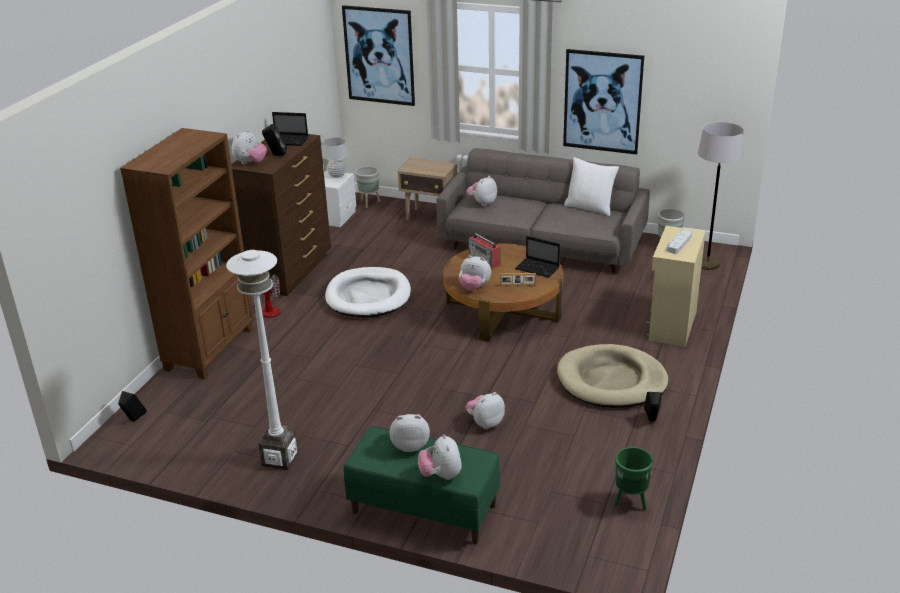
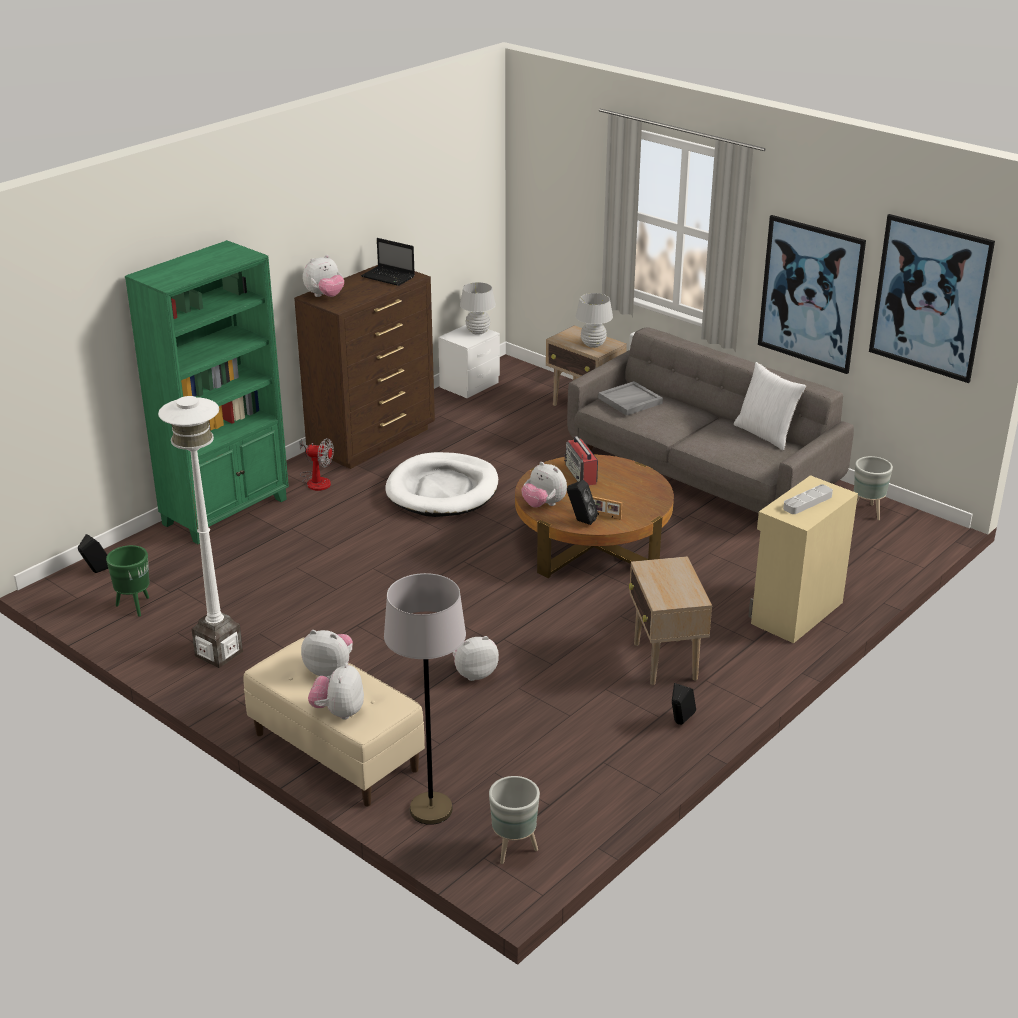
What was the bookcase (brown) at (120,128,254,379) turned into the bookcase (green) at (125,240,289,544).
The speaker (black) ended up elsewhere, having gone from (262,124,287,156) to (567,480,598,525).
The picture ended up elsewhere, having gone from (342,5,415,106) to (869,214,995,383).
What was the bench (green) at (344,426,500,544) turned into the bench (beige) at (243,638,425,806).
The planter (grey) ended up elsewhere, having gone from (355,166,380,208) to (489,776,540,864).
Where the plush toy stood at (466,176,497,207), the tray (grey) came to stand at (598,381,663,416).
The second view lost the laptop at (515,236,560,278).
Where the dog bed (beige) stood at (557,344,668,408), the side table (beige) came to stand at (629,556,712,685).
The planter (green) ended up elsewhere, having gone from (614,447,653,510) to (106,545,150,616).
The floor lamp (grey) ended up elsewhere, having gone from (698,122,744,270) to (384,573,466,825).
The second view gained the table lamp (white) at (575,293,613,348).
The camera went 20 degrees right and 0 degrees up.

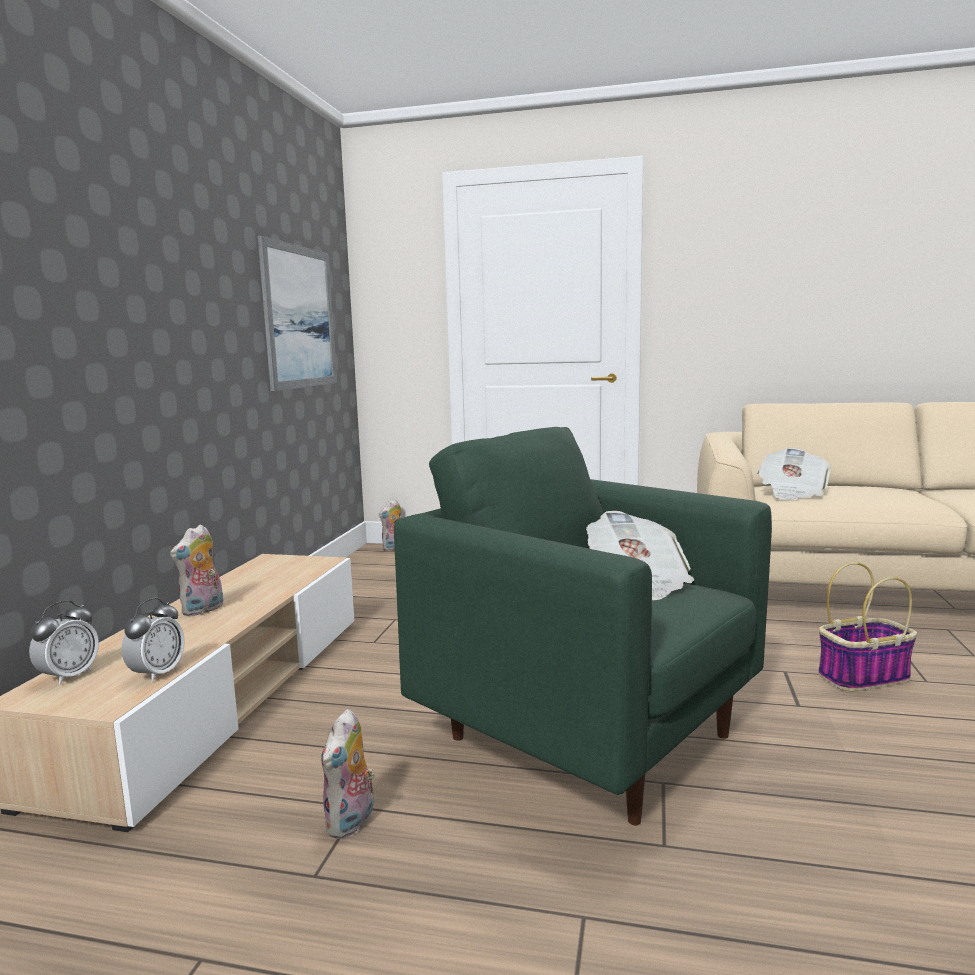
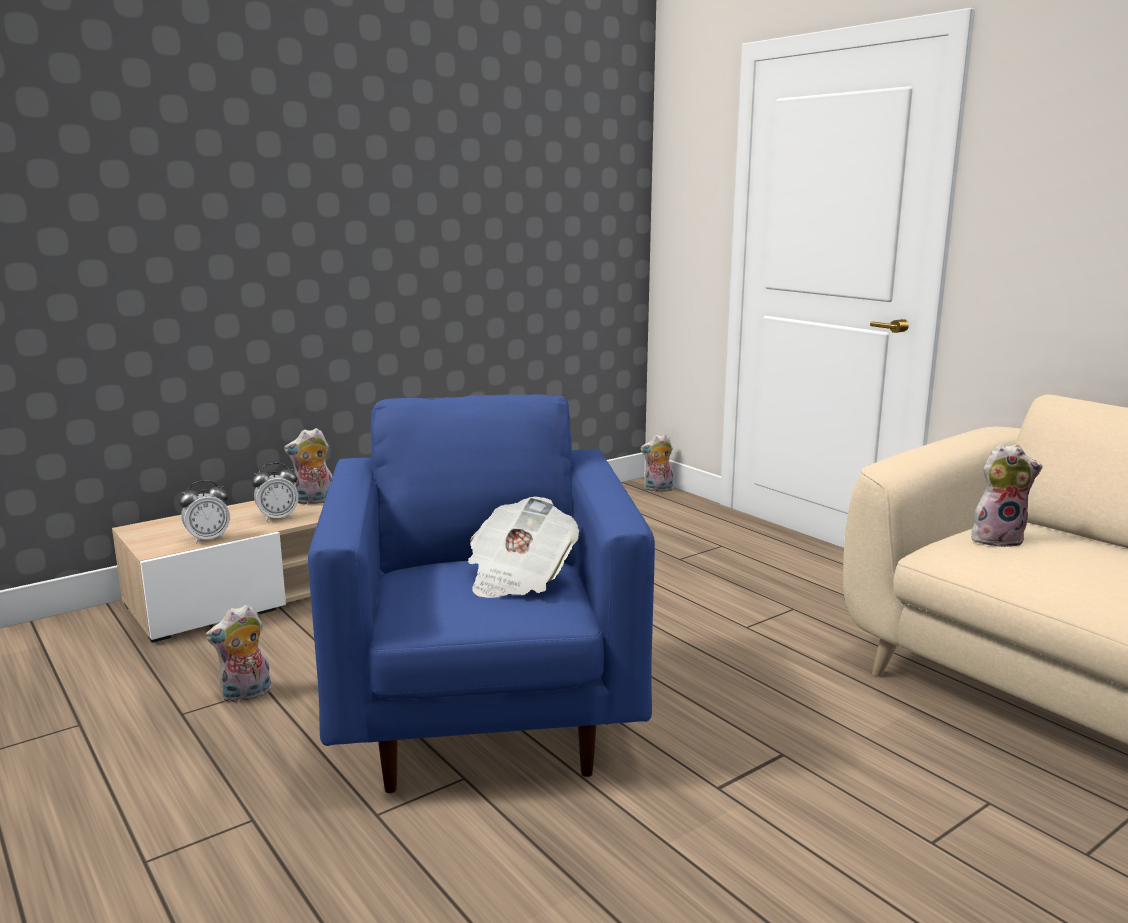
The alarm clock ended up elsewhere, having gone from (29,600,99,685) to (252,463,298,522).
The second view lost the picture at (258,236,337,391).
What was the armchair (green) at (394,427,772,825) turned into the armchair (blue) at (308,395,655,793).
Where the newspaper stood at (757,448,831,500), the plush toy came to stand at (971,444,1043,547).
The second view lost the basket at (818,562,917,691).
The camera went 40 degrees right and 5 degrees up.

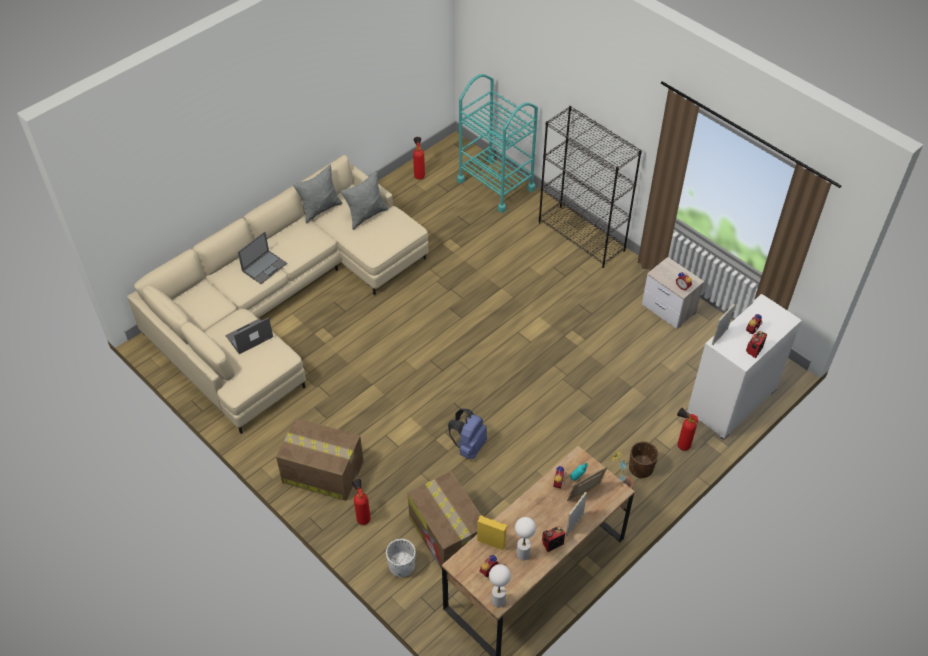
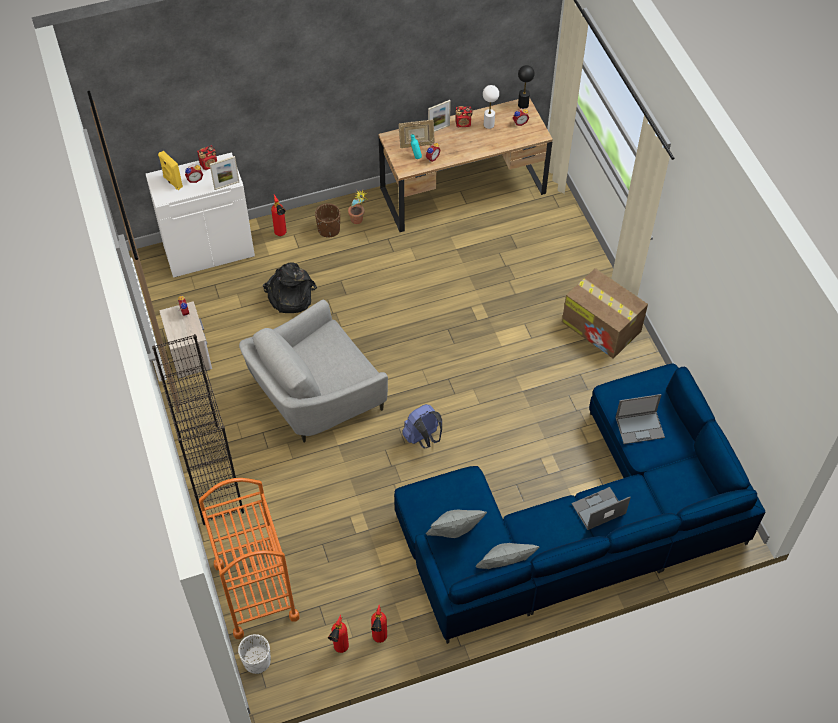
What was the sofa (beige) at (127,155,429,434) turned into the sofa (blue) at (394,363,765,644).
The fire extinguisher ended up elsewhere, having gone from (352,479,371,525) to (371,604,387,643).
The planter (white) ended up elsewhere, having gone from (386,539,416,577) to (238,634,271,674).
The second view lost the cardboard box at (408,471,482,569).
The backpack (blue) ended up elsewhere, having gone from (448,409,487,459) to (402,404,442,448).
What was the cart (turquoise) at (457,74,538,213) turned into the cart (orange) at (199,478,300,639).
The speaker (yellow) ended up elsewhere, having gone from (477,515,507,550) to (158,151,183,190).
What was the table lamp (white) at (489,564,511,607) turned into the table lamp (black) at (518,65,535,109).
The second view gained the armchair (grey) at (239,300,388,442).
The second view gained the backpack (black) at (263,263,317,313).
The camera went 155 degrees left and 5 degrees up.

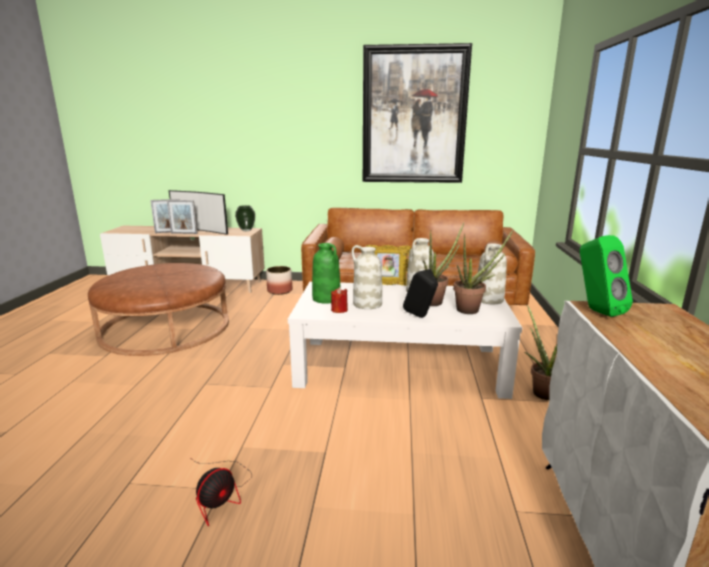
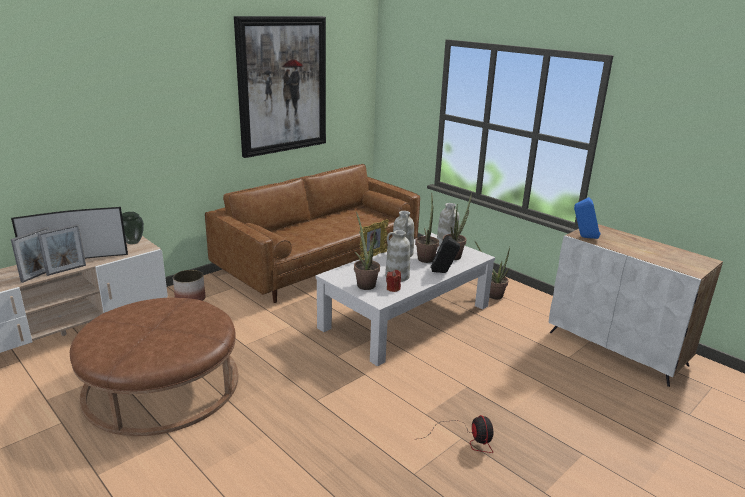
Where the vase (green) stood at (312,243,341,304), the potted plant came to stand at (354,212,380,290).
What was the speaker (green) at (580,235,633,317) turned into the speaker (blue) at (574,197,601,239).
The camera went 50 degrees left and 5 degrees up.

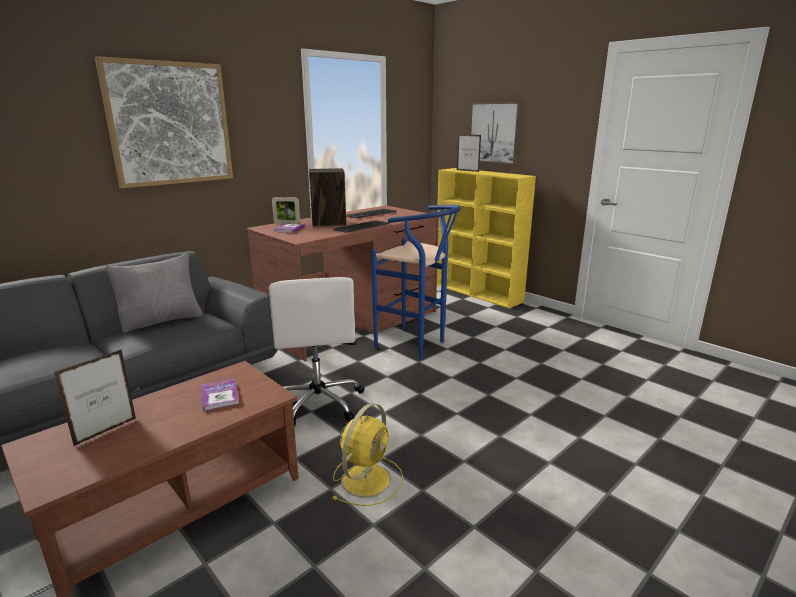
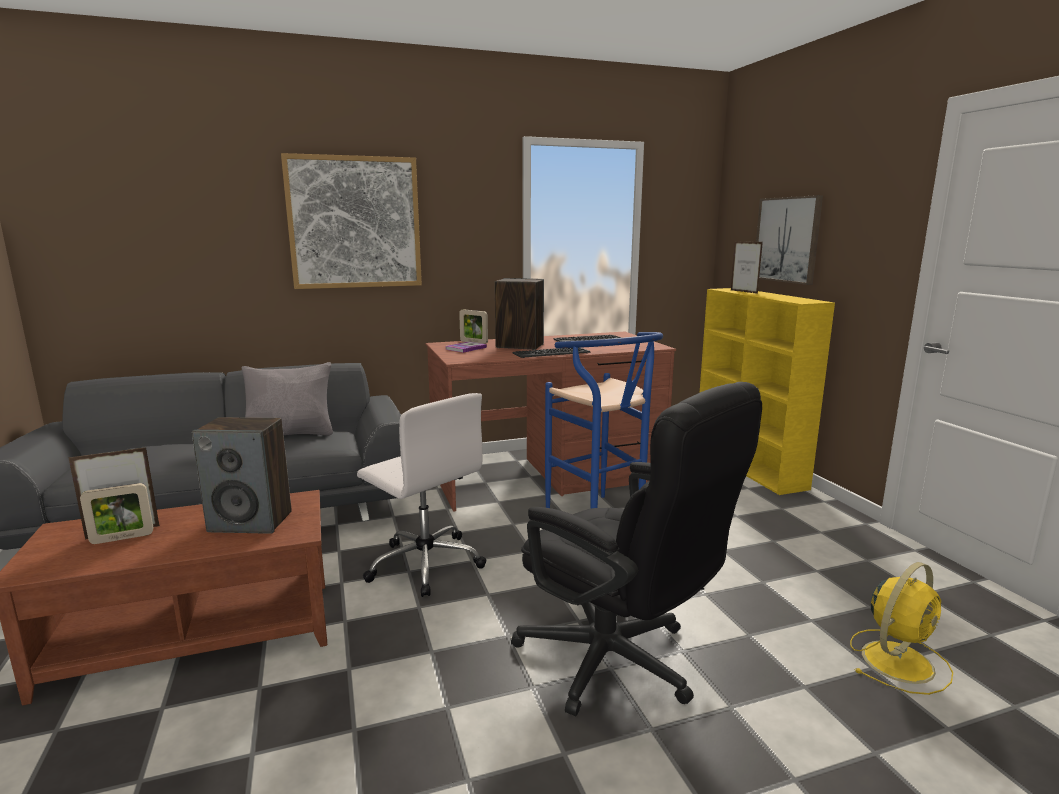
Where the book stood at (201,379,239,411), the speaker came to stand at (192,417,292,534).
The office chair (white) at (269,277,364,427) ended up facing another way, 60 degrees counterclockwise from before.
The fan (yellow) ended up elsewhere, having gone from (333,403,403,506) to (850,562,953,695).
The second view gained the picture frame at (80,483,153,544).
The second view gained the office chair (black) at (511,382,762,716).
The camera went 25 degrees right and 5 degrees down.

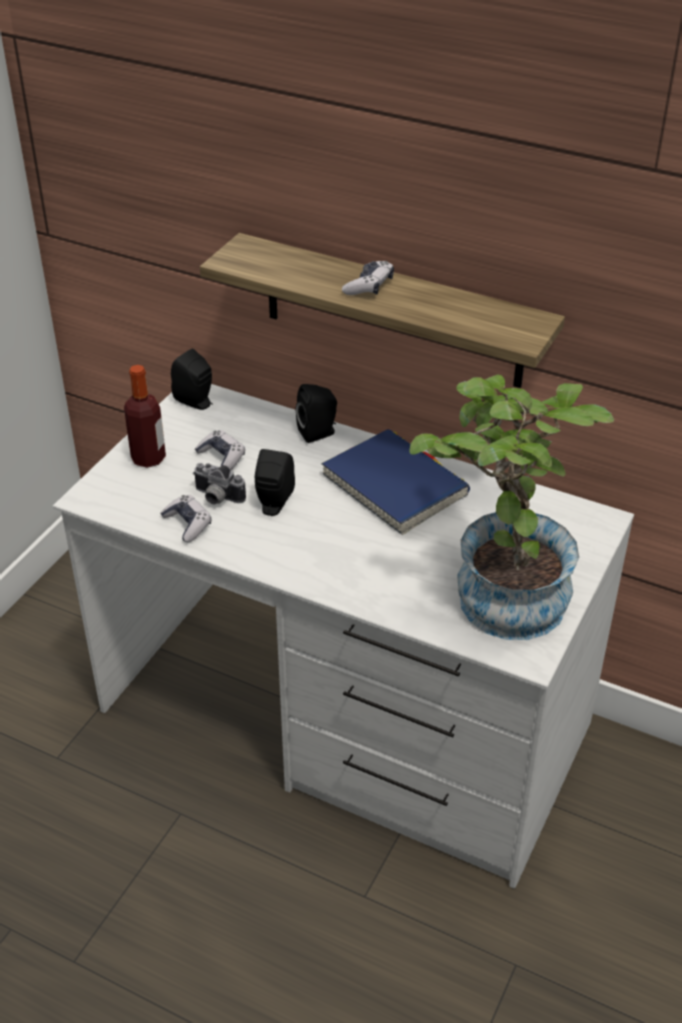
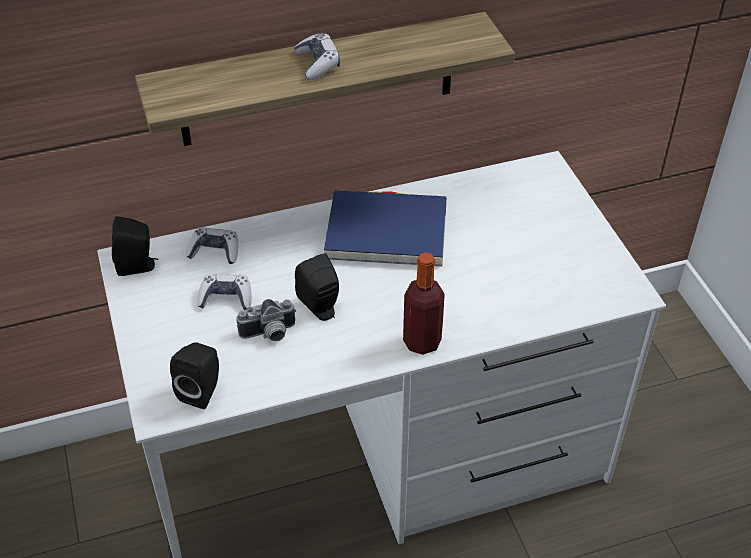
The bottle ended up elsewhere, having gone from (124,365,166,468) to (403,252,445,355).
The game controller ended up elsewhere, having gone from (161,495,211,542) to (186,227,238,264).
The speaker (black) ended up elsewhere, having gone from (296,384,337,443) to (170,342,219,409).
The second view lost the potted plant at (409,374,614,640).
The camera went 45 degrees left and 5 degrees up.

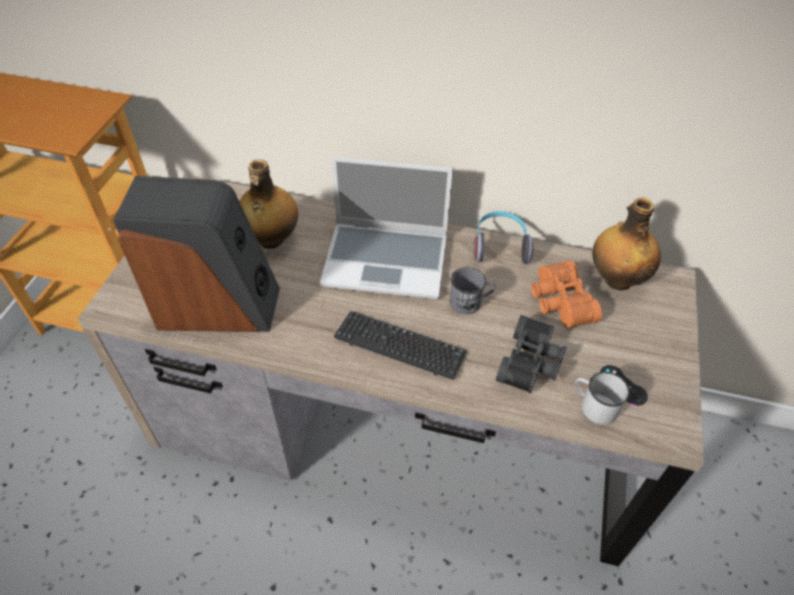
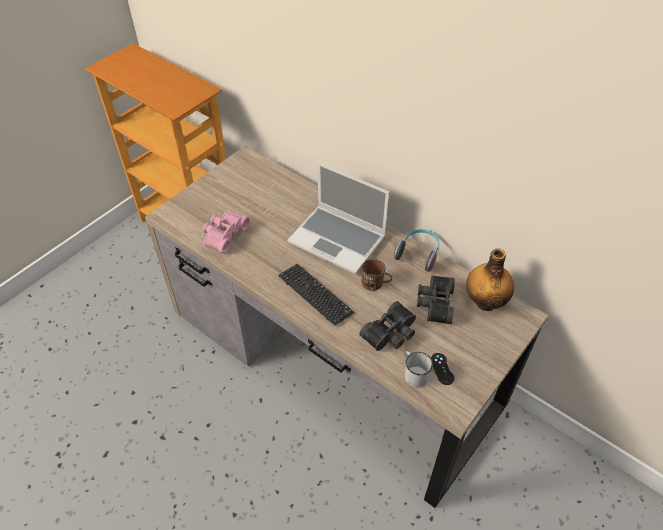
Where the speaker stood at (113,176,280,332), the binoculars (pink) came to stand at (203,210,250,254).
The second view lost the bottle at (239,159,298,249).
What was the mug (grey) at (450,267,496,314) turned into the mug (brown) at (361,259,392,291).
What was the binoculars (orange) at (531,260,602,329) turned into the binoculars (black) at (417,275,455,324).
The camera went 25 degrees right and 0 degrees up.

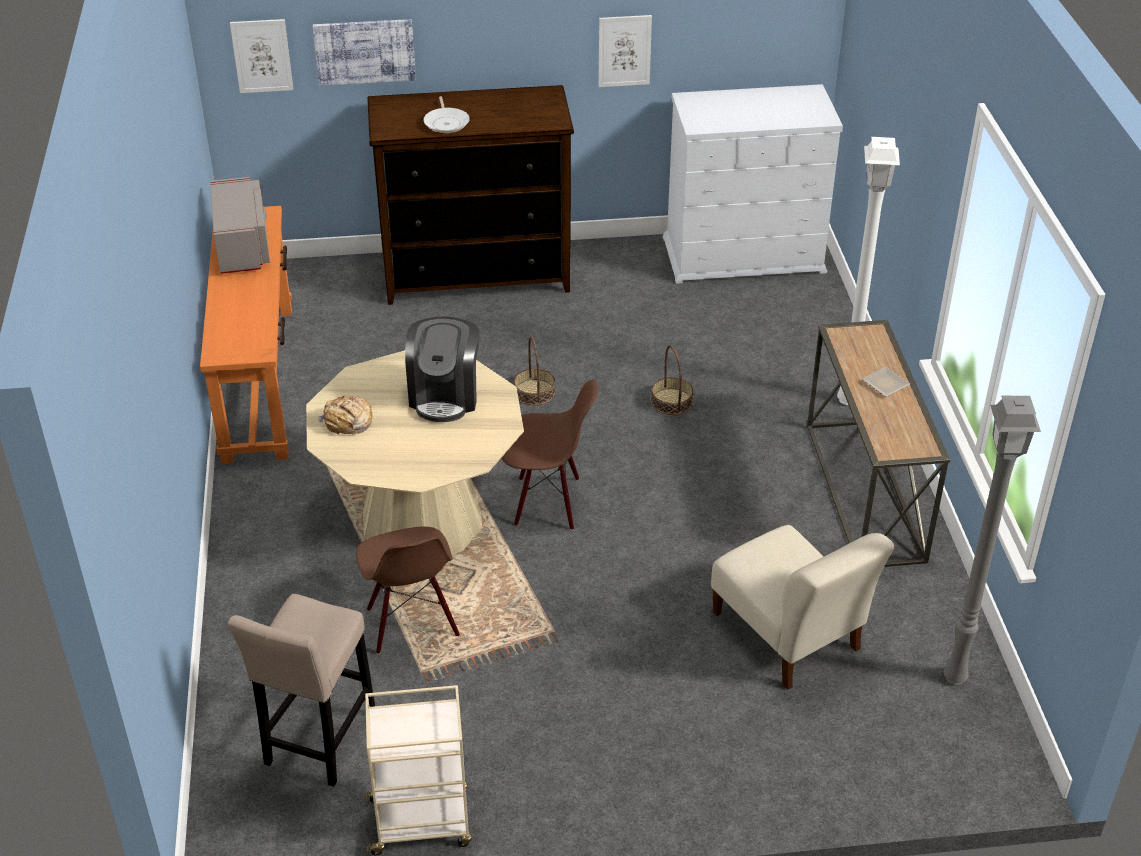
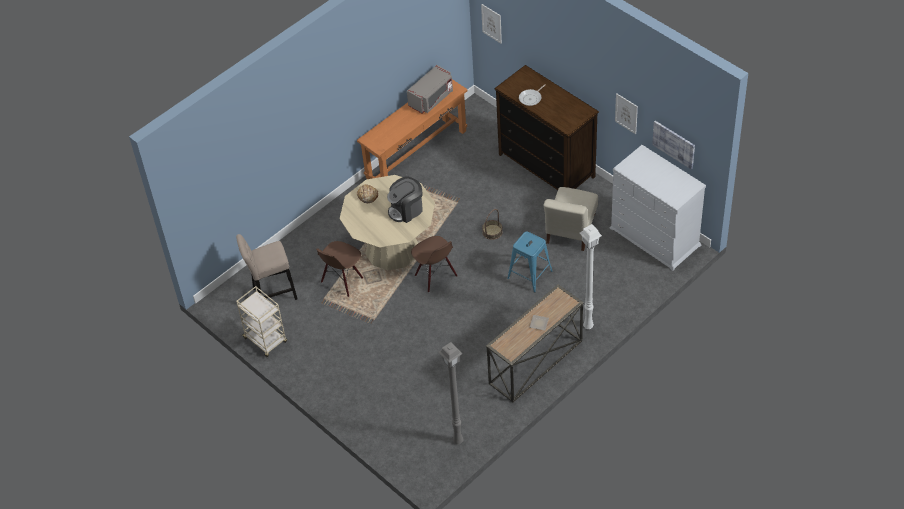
The picture ended up elsewhere, having gone from (313,19,416,86) to (652,121,695,169).
Where the basket stood at (651,345,694,415), the stool (blue) came to stand at (507,231,552,293).
The chair (beige) ended up elsewhere, having gone from (711,525,894,690) to (543,187,598,251).
The camera went 55 degrees right and 10 degrees up.

